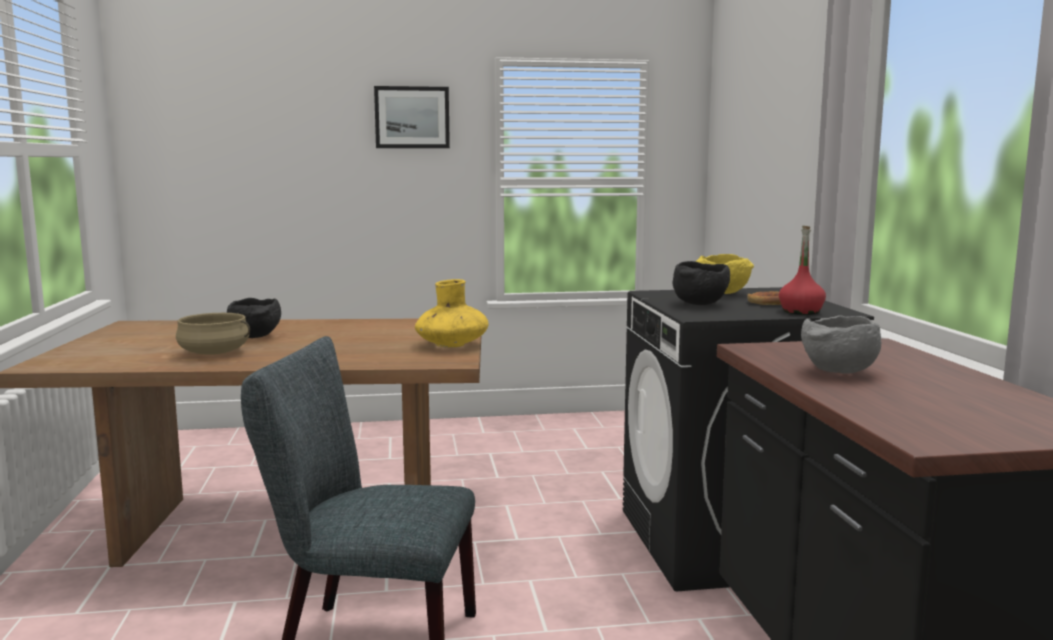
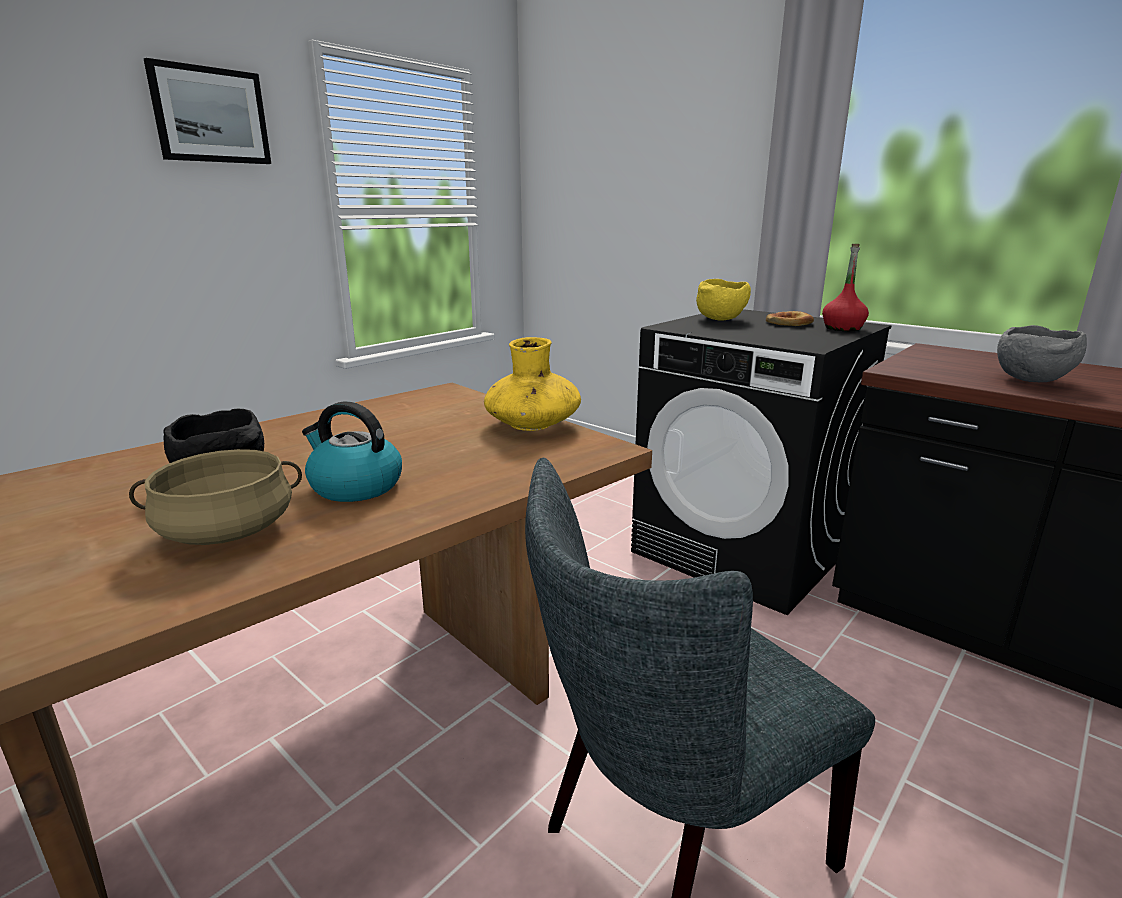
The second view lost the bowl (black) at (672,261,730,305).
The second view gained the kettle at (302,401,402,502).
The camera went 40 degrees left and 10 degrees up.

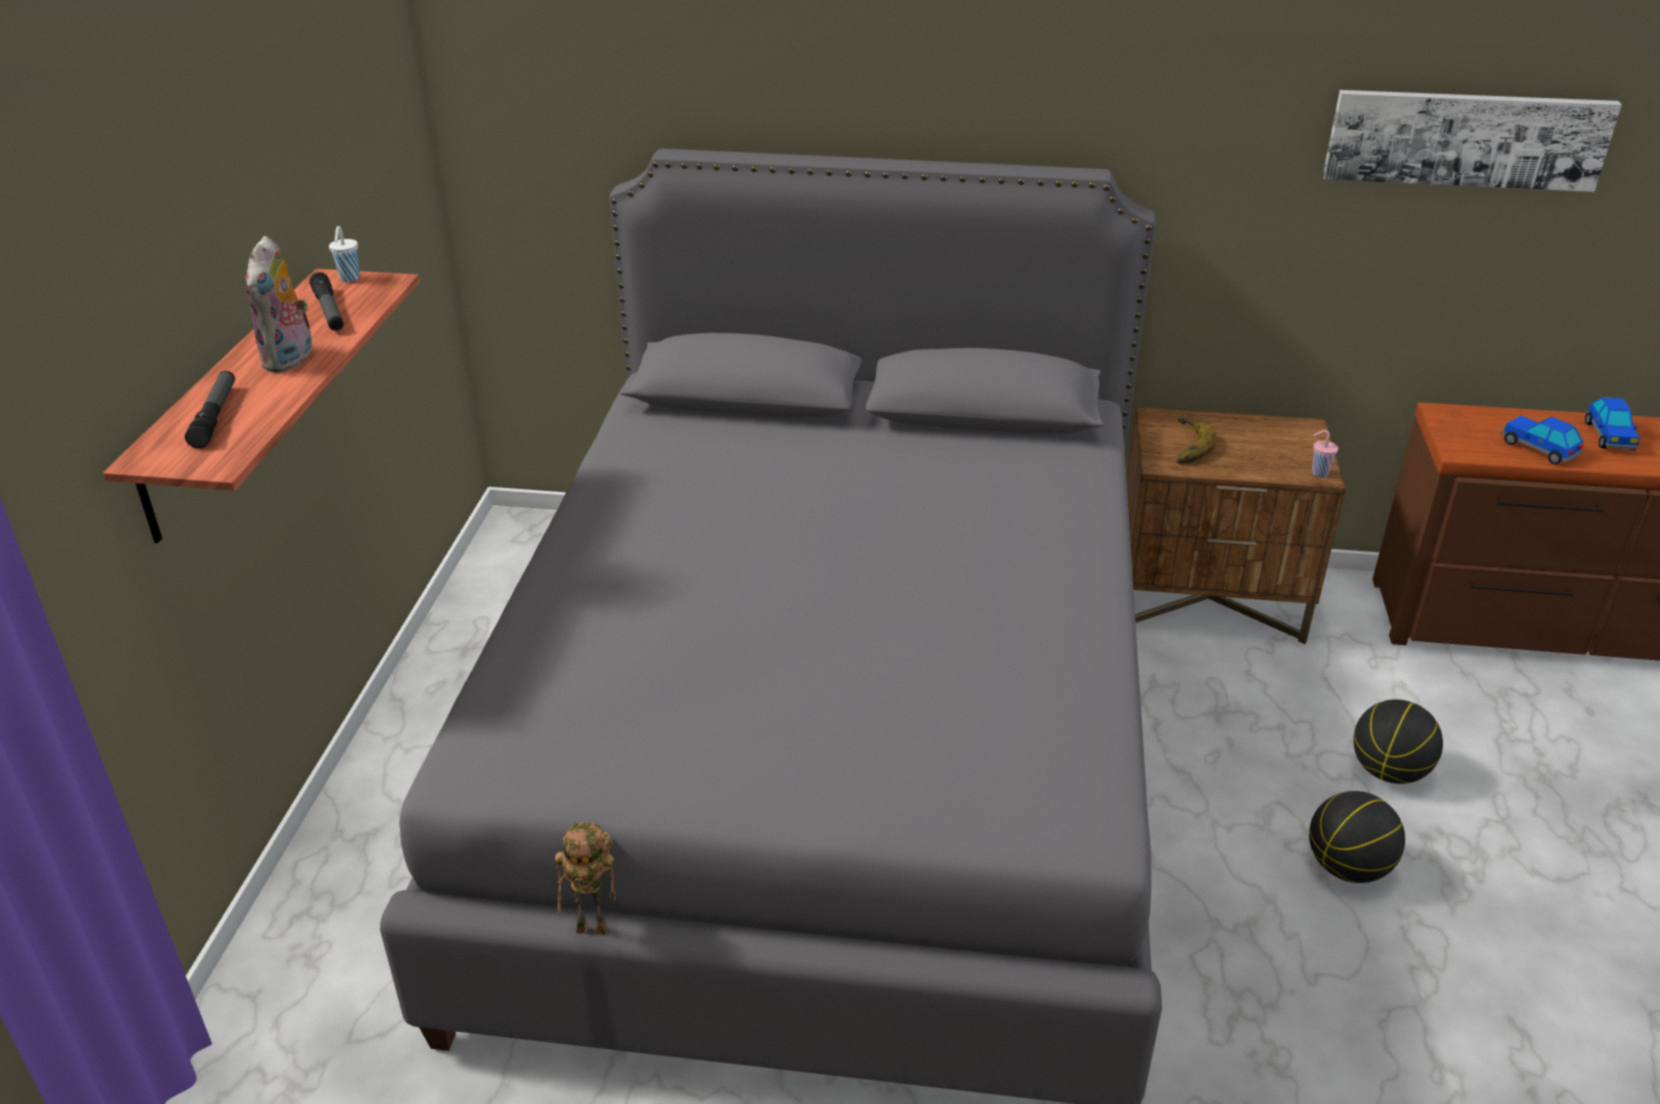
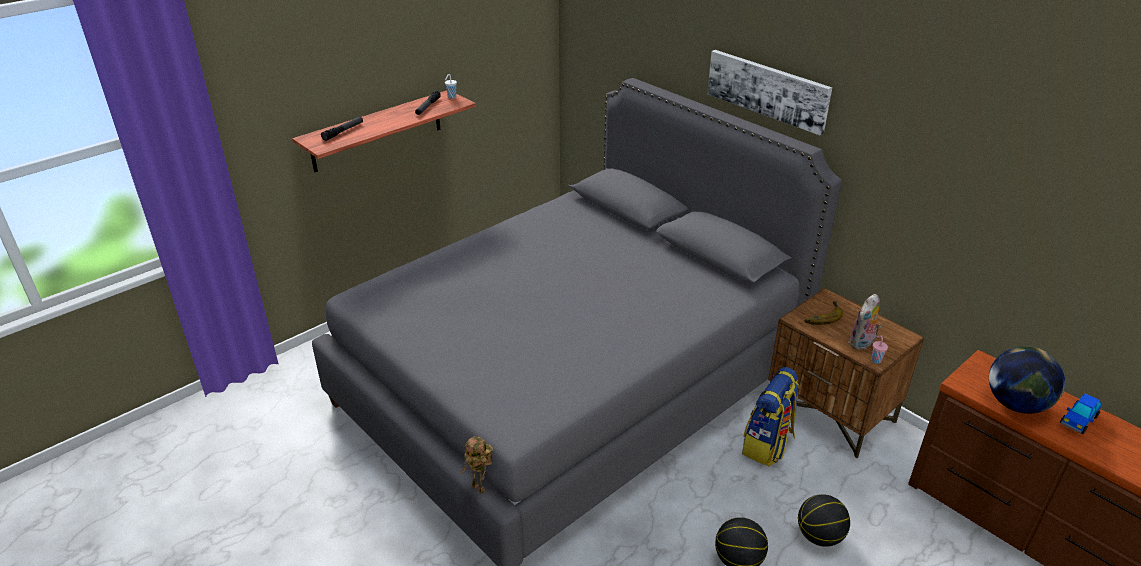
The plush toy ended up elsewhere, having gone from (245,236,312,372) to (848,294,881,350).
The toy robot ended up elsewhere, having gone from (555,822,616,935) to (461,436,493,494).
The picture ended up elsewhere, having gone from (1323,90,1622,192) to (707,50,832,135).
Where the toy car stood at (1501,416,1584,464), the globe came to stand at (989,346,1065,414).
The second view gained the backpack at (742,367,800,466).
The camera went 40 degrees right and 0 degrees up.

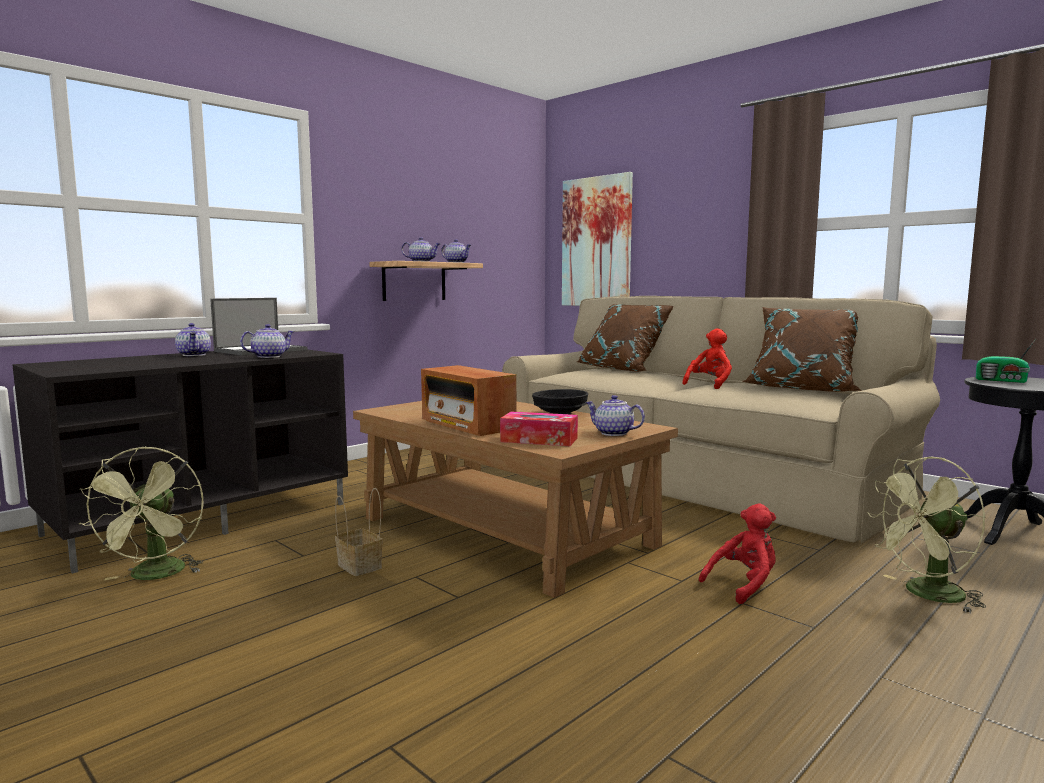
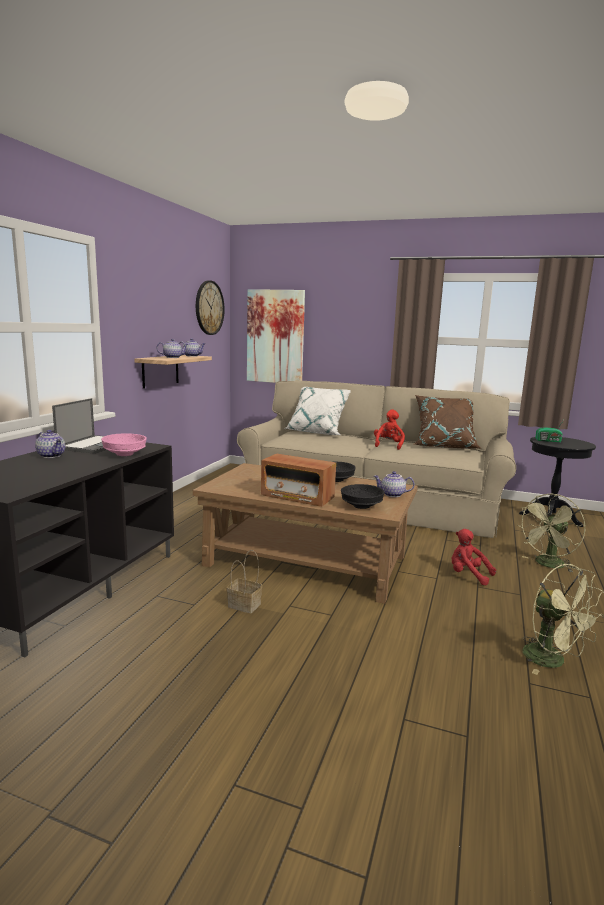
The fan (green) ended up elsewhere, having gone from (79,446,204,580) to (522,564,604,675).
Where the teapot stood at (240,324,294,358), the bowl (pink) came to stand at (101,433,147,456).
Where the tissue box stood at (500,412,578,446), the bowl (black) came to stand at (341,484,384,509).
What was the pillow (brown) at (577,304,673,372) turned into the pillow (white) at (285,387,351,435).
The plush toy (red) at (699,504,776,604) ended up facing another way, 90 degrees counterclockwise from before.
The second view gained the wall clock at (196,281,225,335).
The camera went 25 degrees left and 5 degrees up.

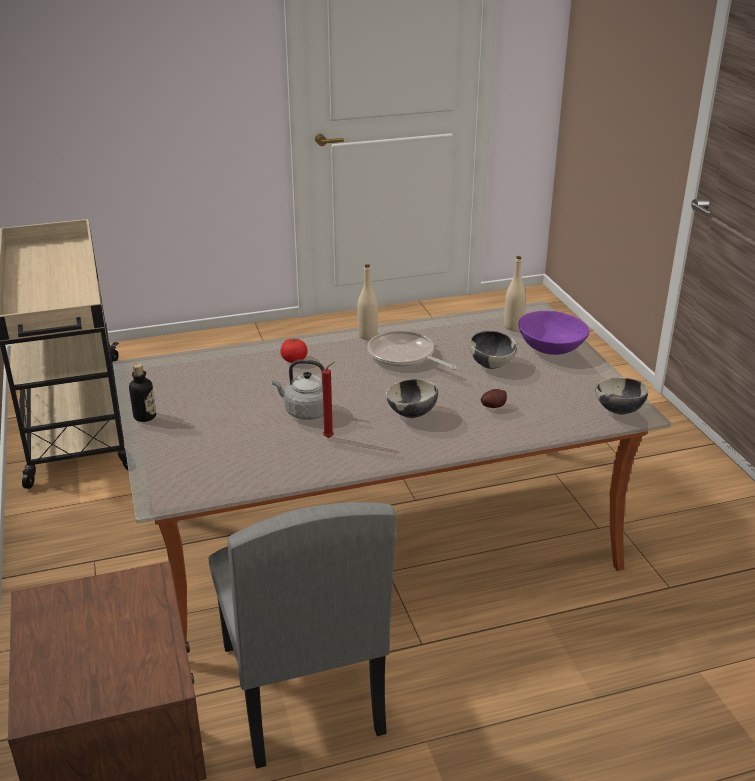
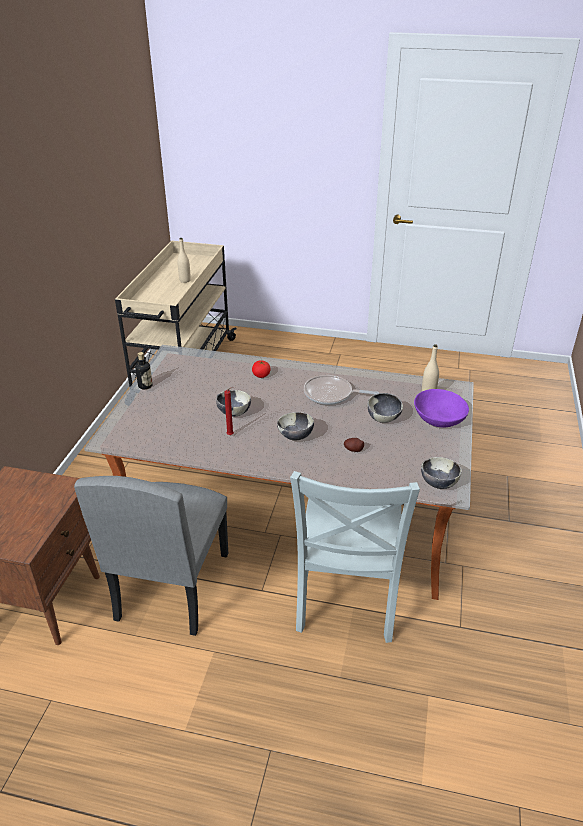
Where the kettle (grey) stood at (272,360,325,420), the bowl came to stand at (216,390,251,417).
The bottle (beige) ended up elsewhere, having gone from (357,264,378,340) to (177,238,191,283).
The frying pan at (367,331,457,370) ended up facing another way, 60 degrees counterclockwise from before.
The second view gained the chair (grey) at (290,471,420,643).
The camera went 30 degrees right and 5 degrees up.

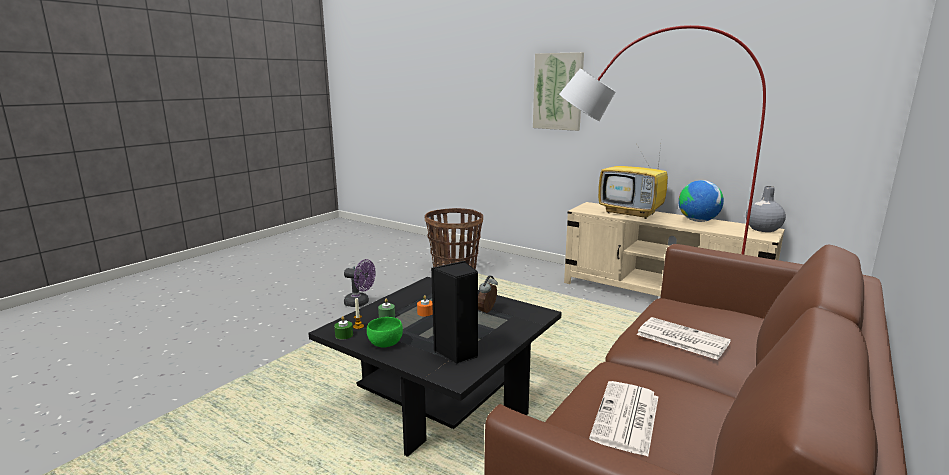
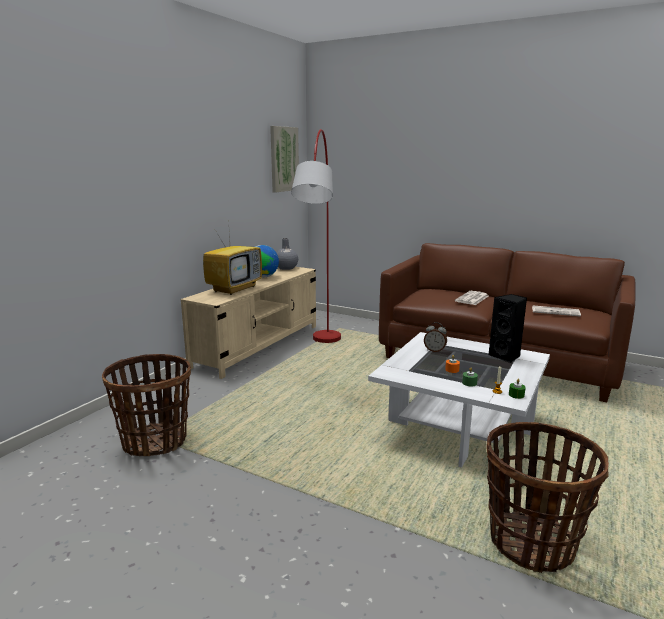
What was the coffee table (black) at (308,277,562,457) turned into the coffee table (white) at (368,332,550,467).
The second view lost the fan (purple) at (344,259,376,307).
The second view lost the bowl (green) at (367,317,403,348).
The picture ended up elsewhere, having gone from (533,52,584,131) to (270,126,299,193).
The second view gained the basket at (486,422,609,573).
The camera went 95 degrees left and 0 degrees up.

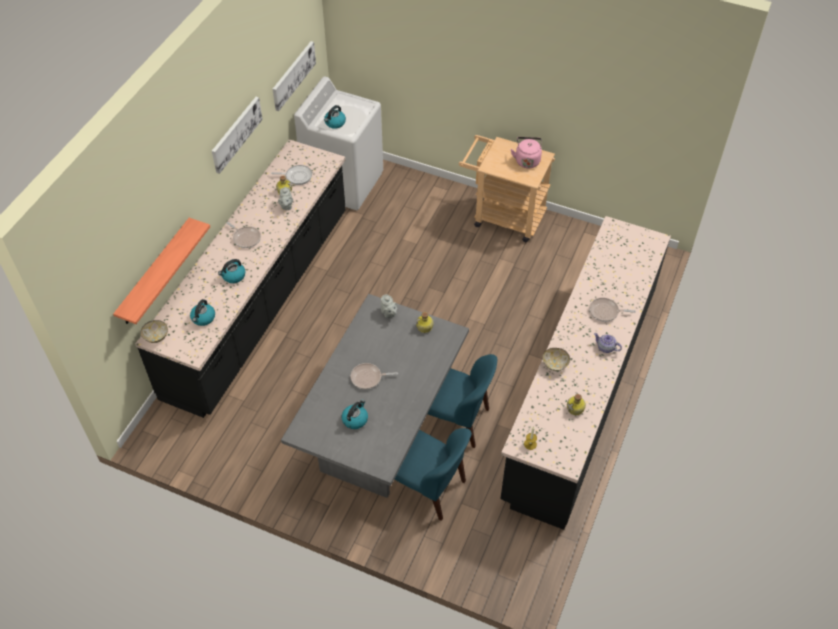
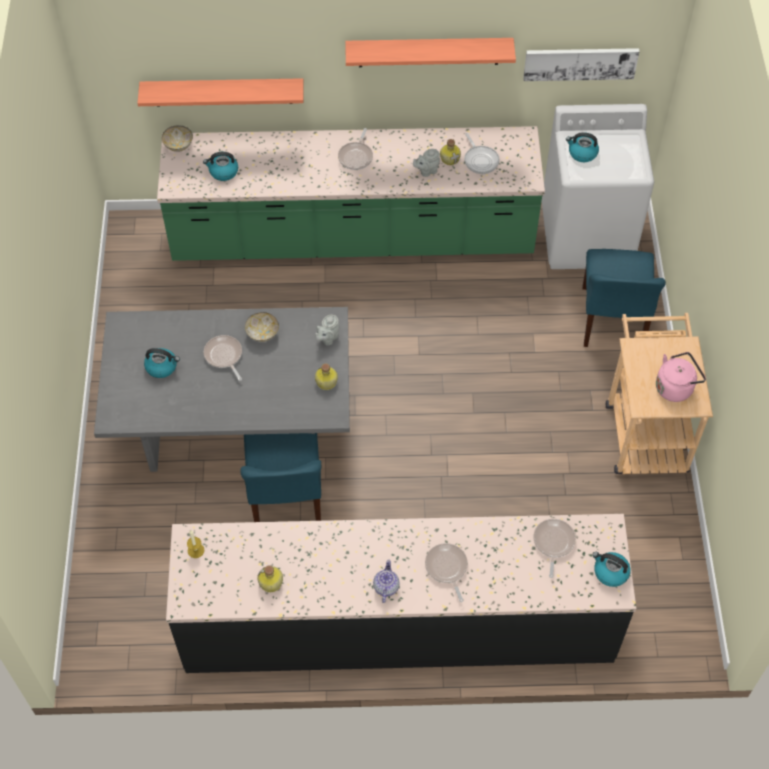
What was the counter (black) at (135,139,346,418) turned into the counter (green) at (157,126,545,261).
Where the picture hung at (212,97,263,174), the shelf came to hang at (345,38,516,67).
The kettle ended up elsewhere, having gone from (218,259,246,283) to (592,552,631,587).
The chair (blue) ended up elsewhere, having gone from (394,428,472,521) to (582,249,666,347).
The bowl ended up elsewhere, having gone from (542,348,570,371) to (245,312,279,342).
The second view gained the frying pan at (534,519,576,578).
The camera went 65 degrees right and 5 degrees up.

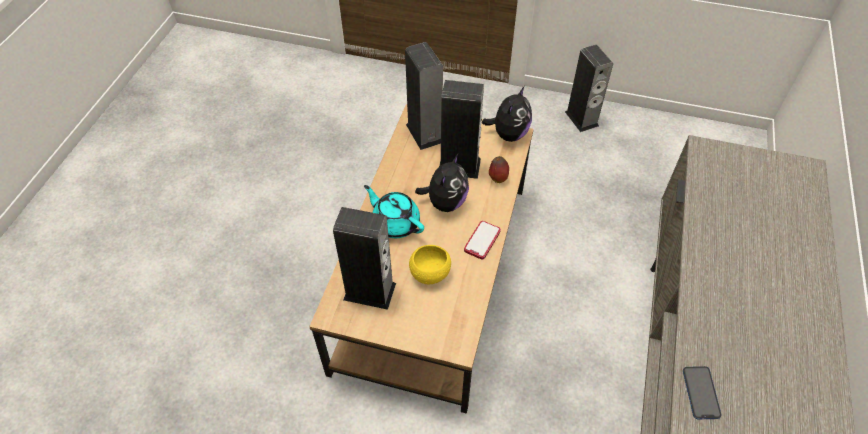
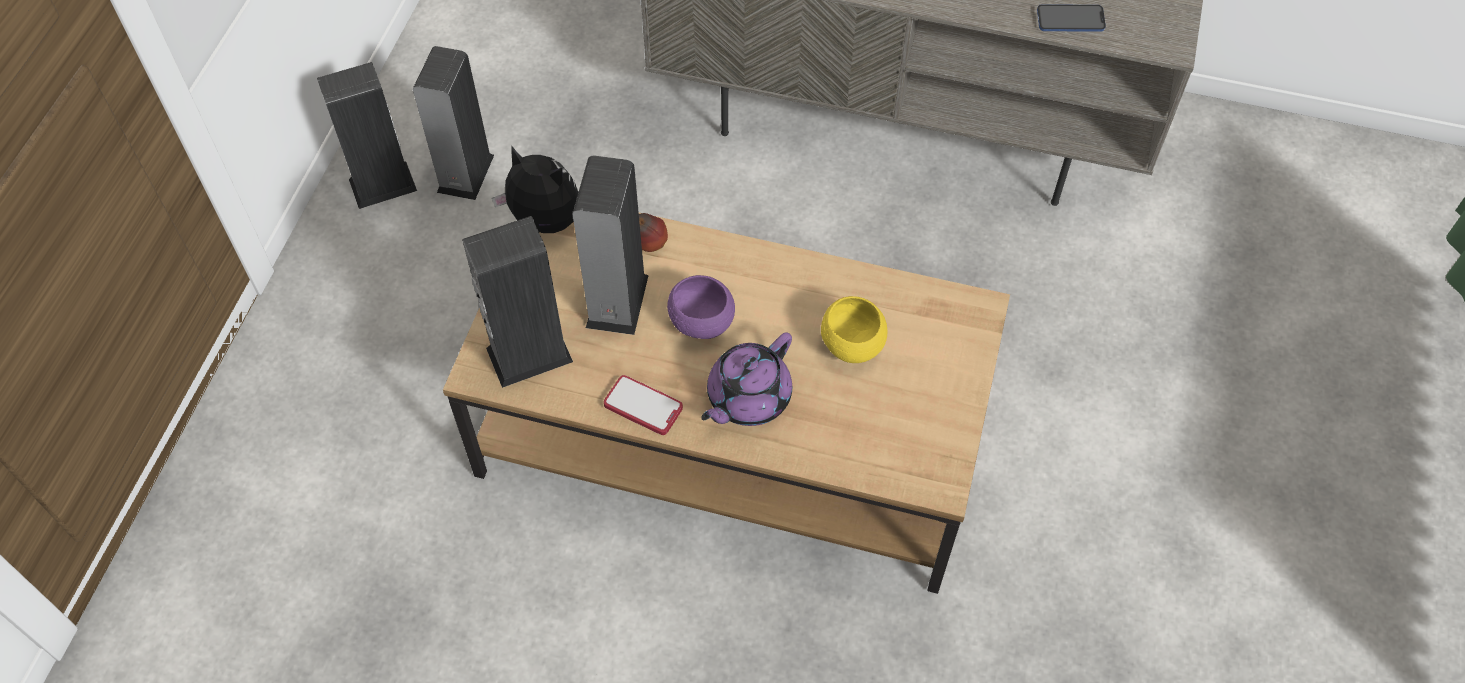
The speaker ended up elsewhere, having gone from (333,207,396,310) to (413,46,494,200).
What was the teapot (turquoise) at (364,185,424,238) turned into the teapot (purple) at (701,332,792,426).
Where the plush toy stood at (415,154,469,212), the bowl (purple) came to stand at (667,275,735,339).
The phone ended up elsewhere, having gone from (464,221,501,260) to (604,375,683,435).
The camera went 90 degrees left and 5 degrees up.

